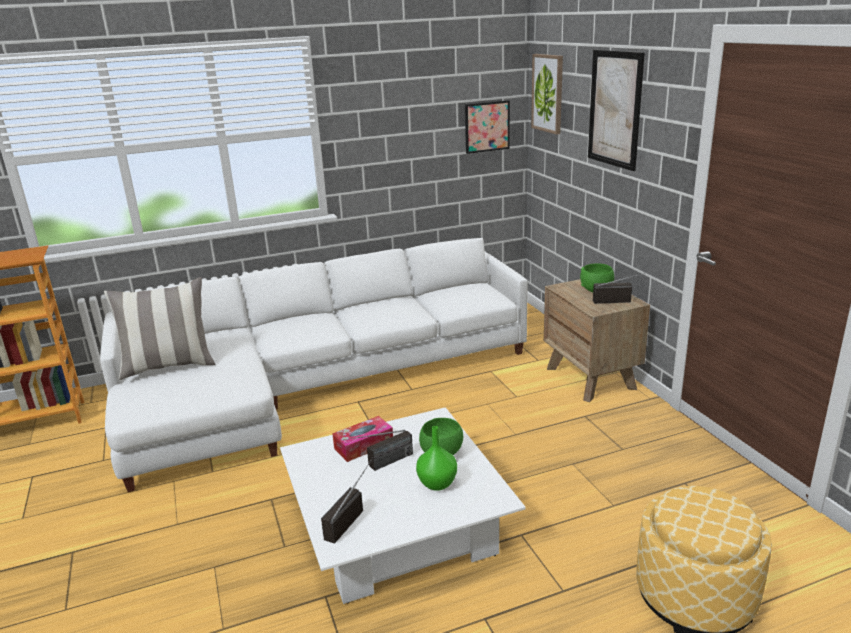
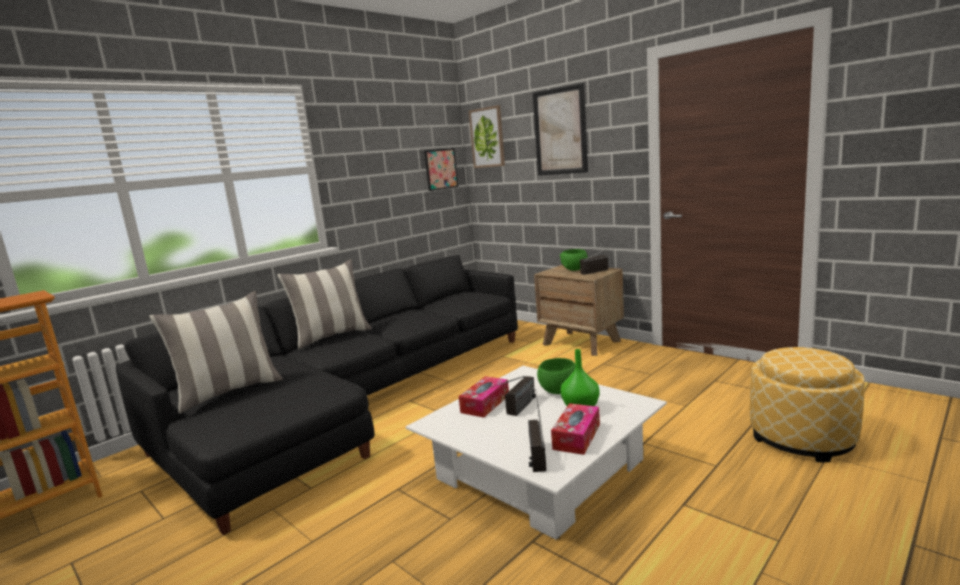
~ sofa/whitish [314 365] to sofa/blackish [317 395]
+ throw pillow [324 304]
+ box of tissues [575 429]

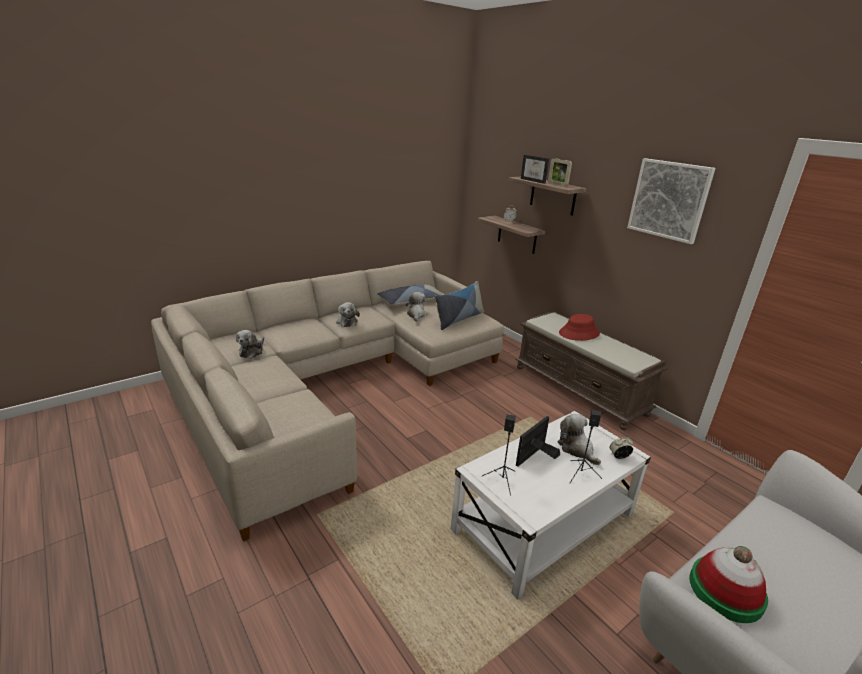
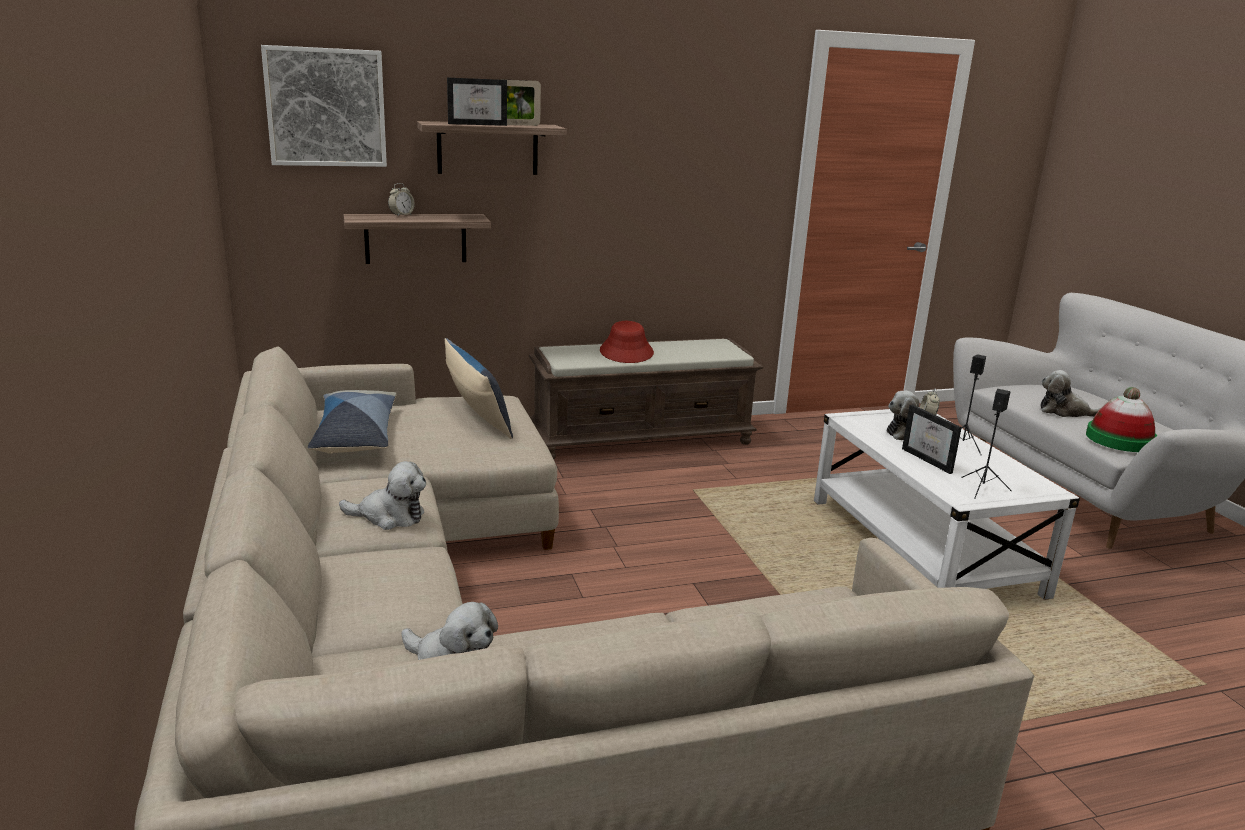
~ wall picture [671 201] to [324 106]
~ cuddly toy [416 307] to [1070 393]

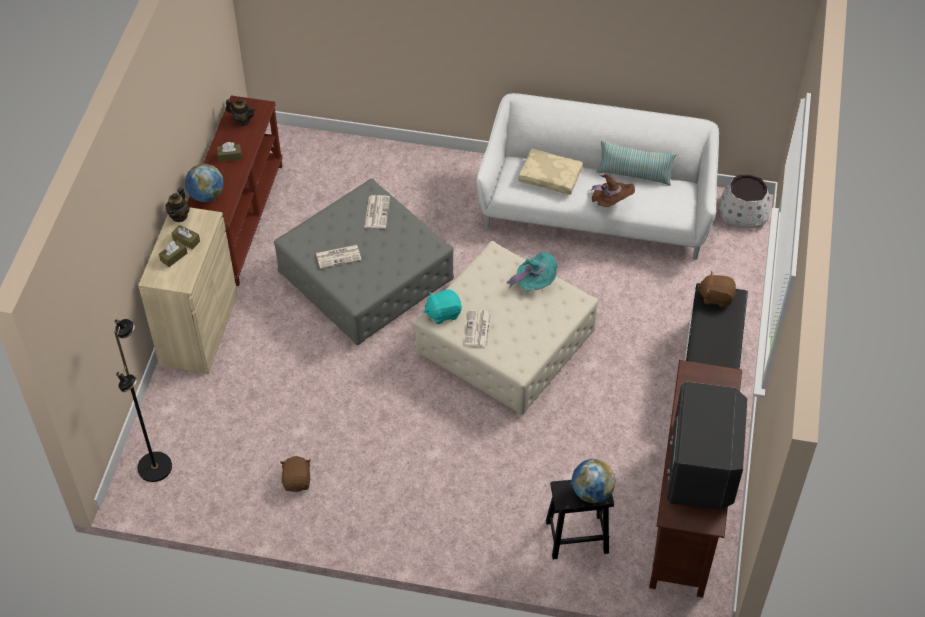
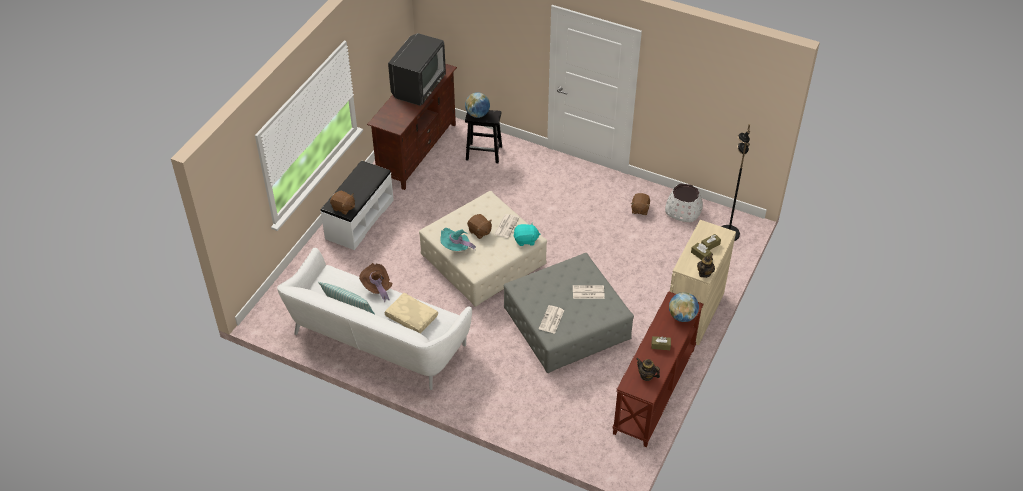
~ plant pot/whitish [745 201] to [684 203]
+ cuddly toy/brown [479 226]

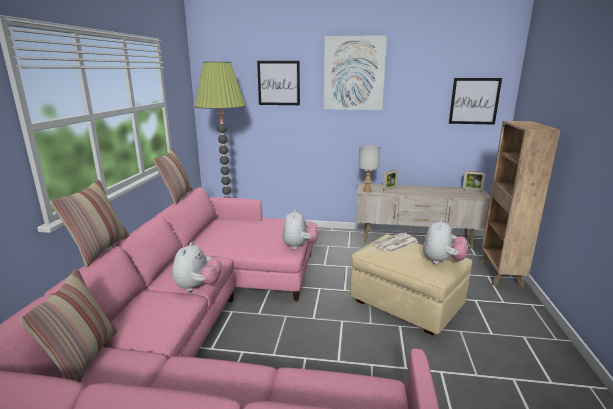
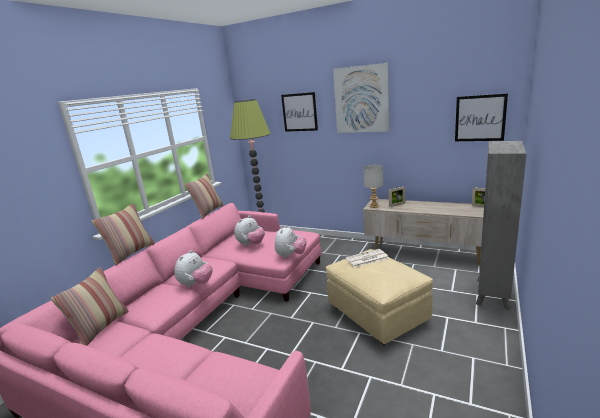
~ bookshelf/brown [519 204] to bookshelf/gray [501 225]
~ cuddly toy [445 241] to [249 230]

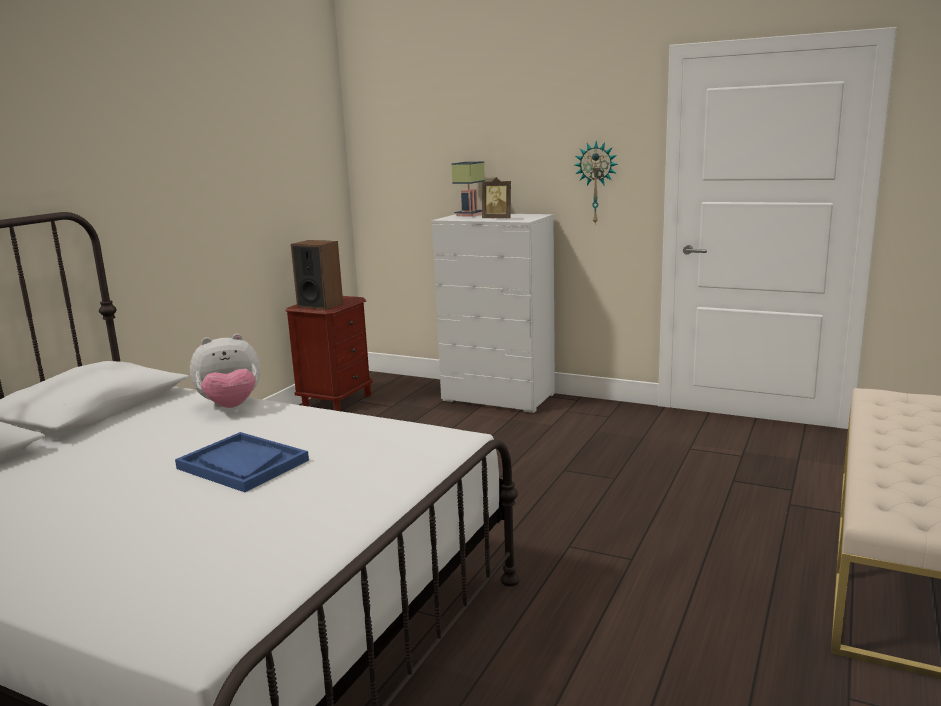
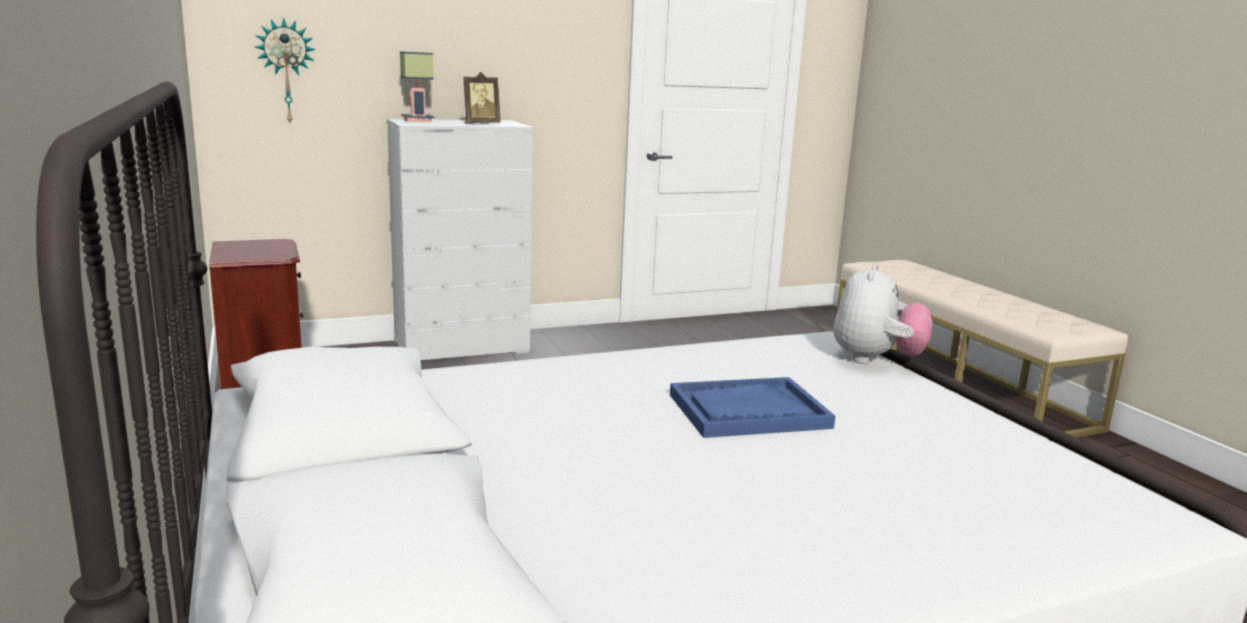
~ clock on the wall [596 183] to [285 71]
- speaker [317 275]
~ cuddly toy [225 371] to [883 313]

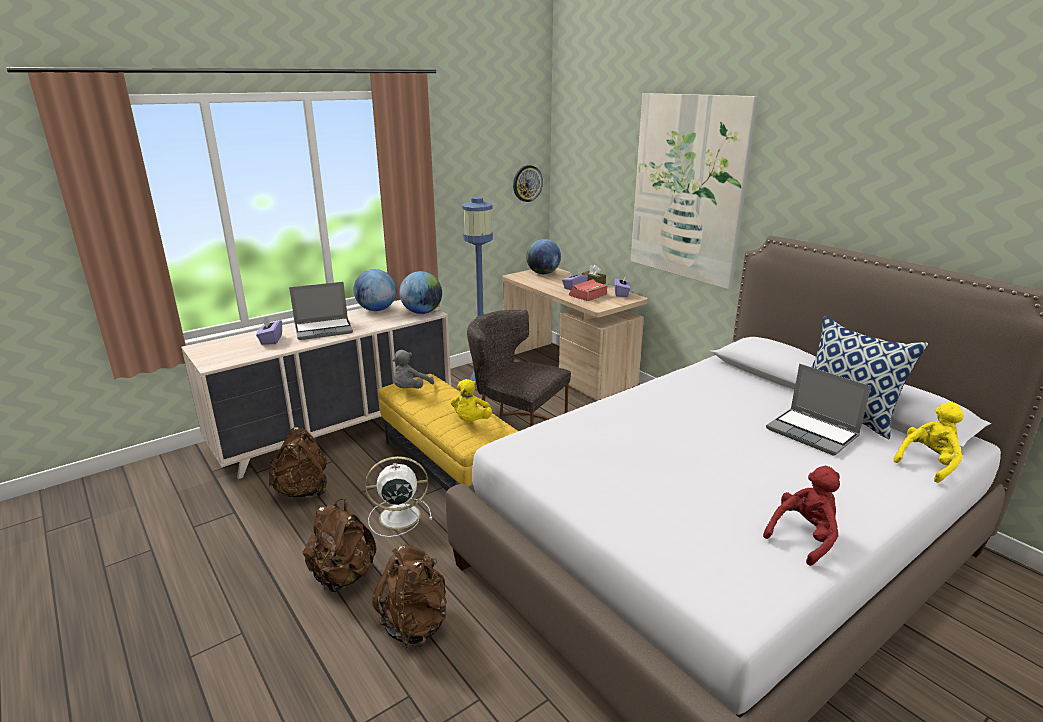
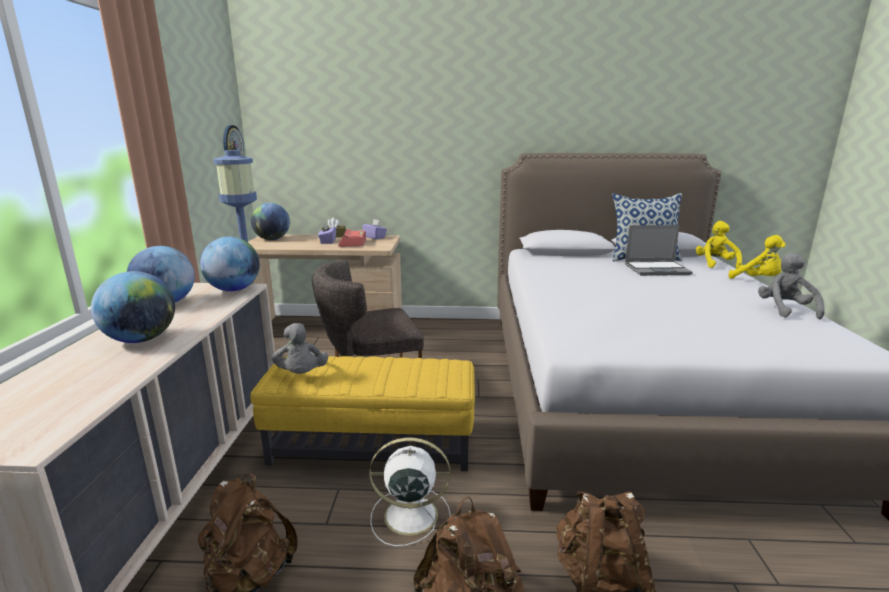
- wall picture [694 191]
~ portable computer [321 311] to desk globe [133 307]
- box of tissues/purple [269 330]
~ cuddly toy/yellow [471 400] to [757 257]
~ electric fan/whitish [398 496] = [410 492] 60 degrees clockwise
~ cuddly toy/red [801 516] to cuddly toy/gray [791 286]

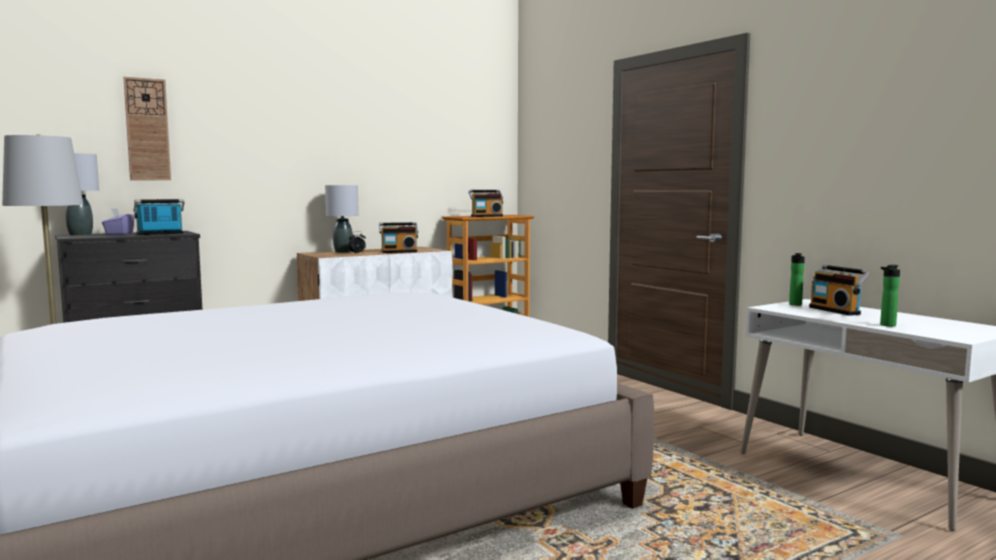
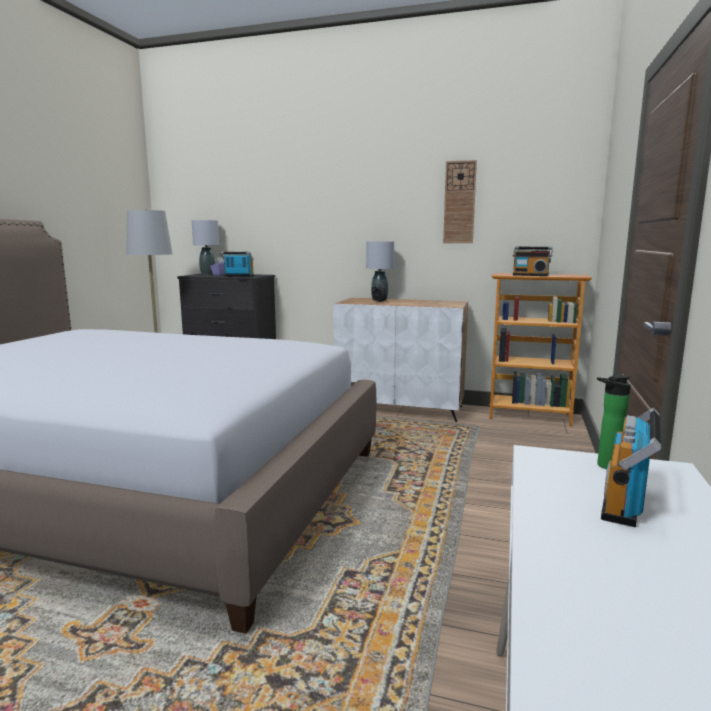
~ clock on the wall [147 128] to [460 201]
- radio set [399 237]
- bottle [890 296]

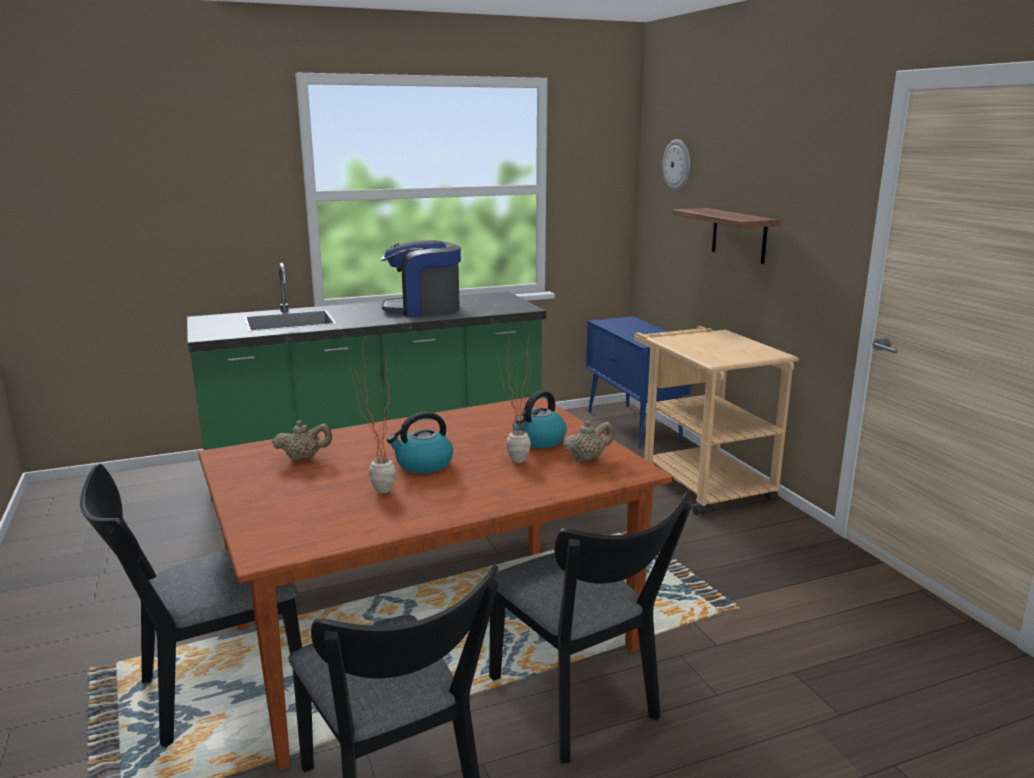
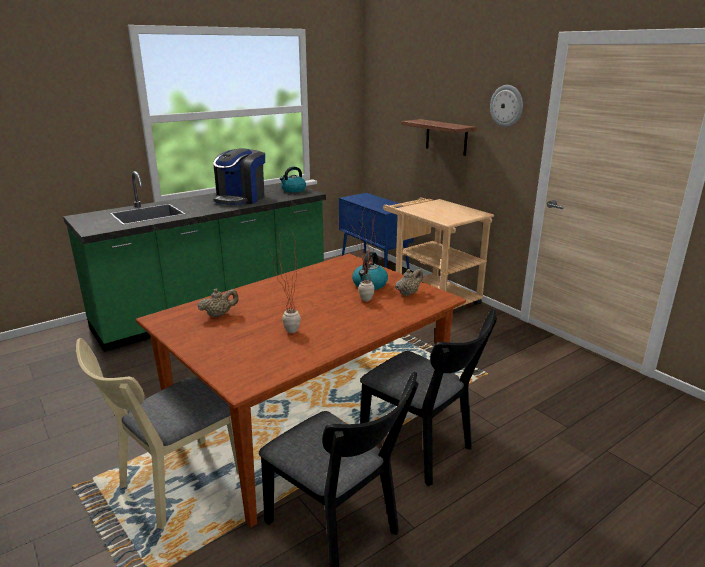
~ clock on the wall [676 164] to [506 106]
~ coffee brewer [421 278] = [239 176] 45 degrees counterclockwise
~ water kettle [420 442] to [293 180]
~ upright chair/blackish [191 606] to upright chair/beige-coloured [157 433]

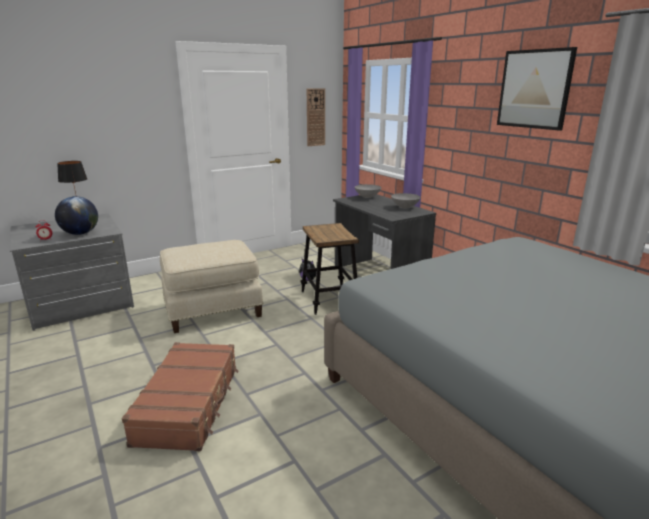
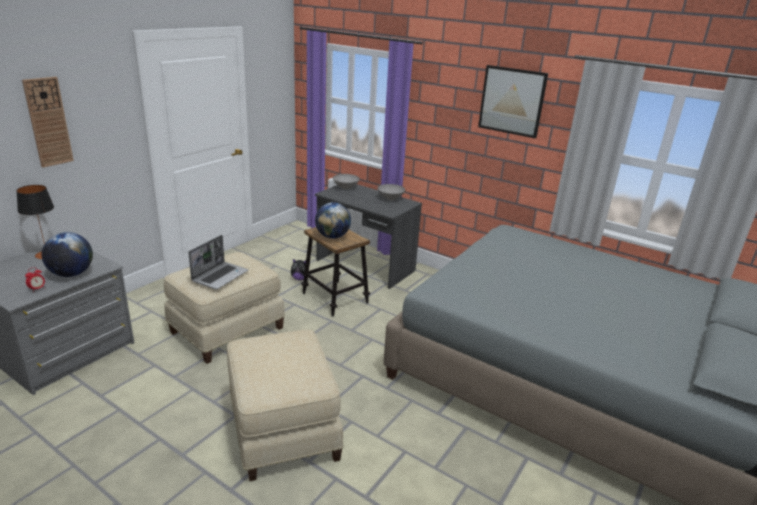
~ clock on the wall [316 117] to [48 122]
~ piece of luggage/brown [180 396] to ottoman/beige-coloured [285 405]
+ desk globe [333 220]
+ portable computer [218 262]

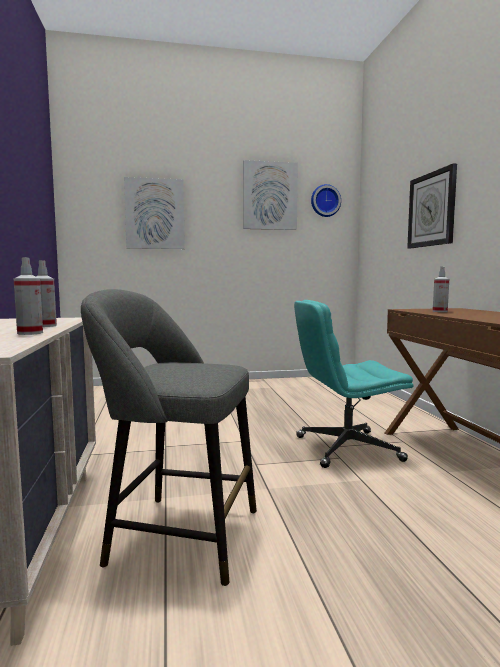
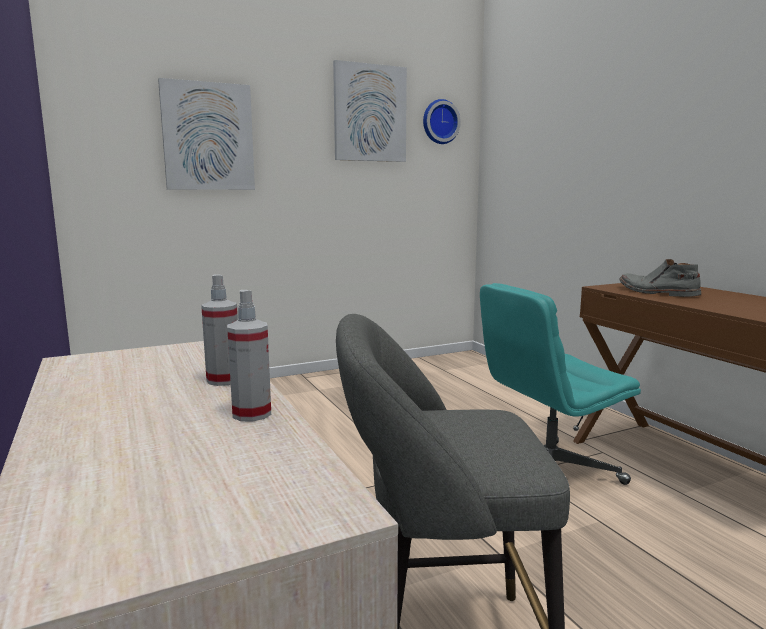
- clock on the wall [432 206]
~ spray bottle [441 289] to high-top boot/gray [660 278]

